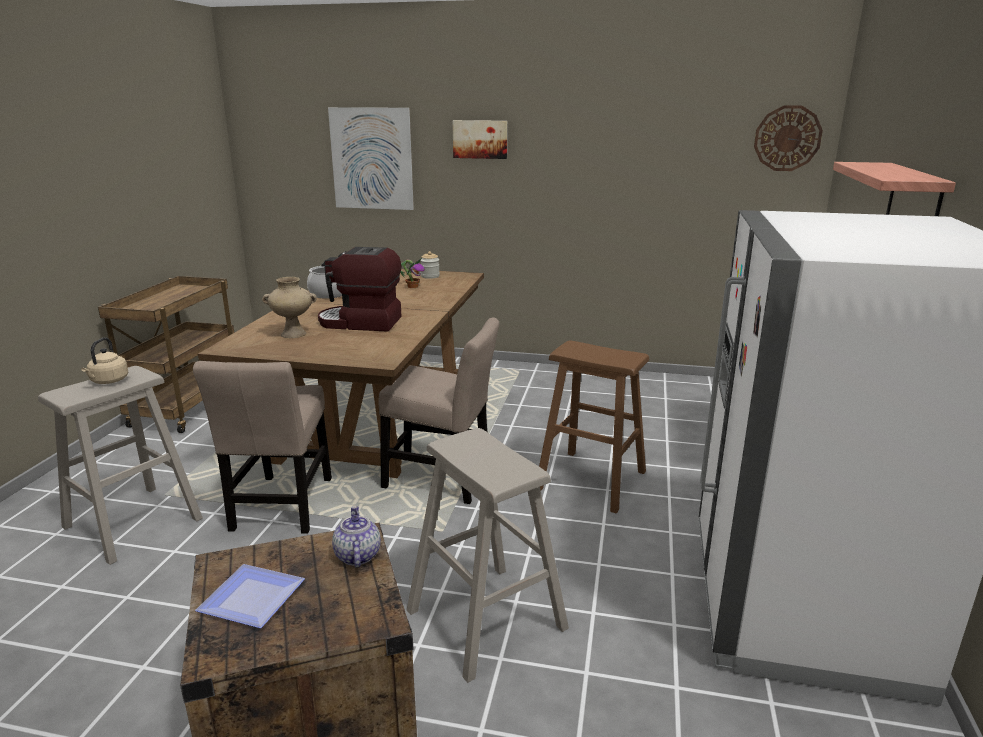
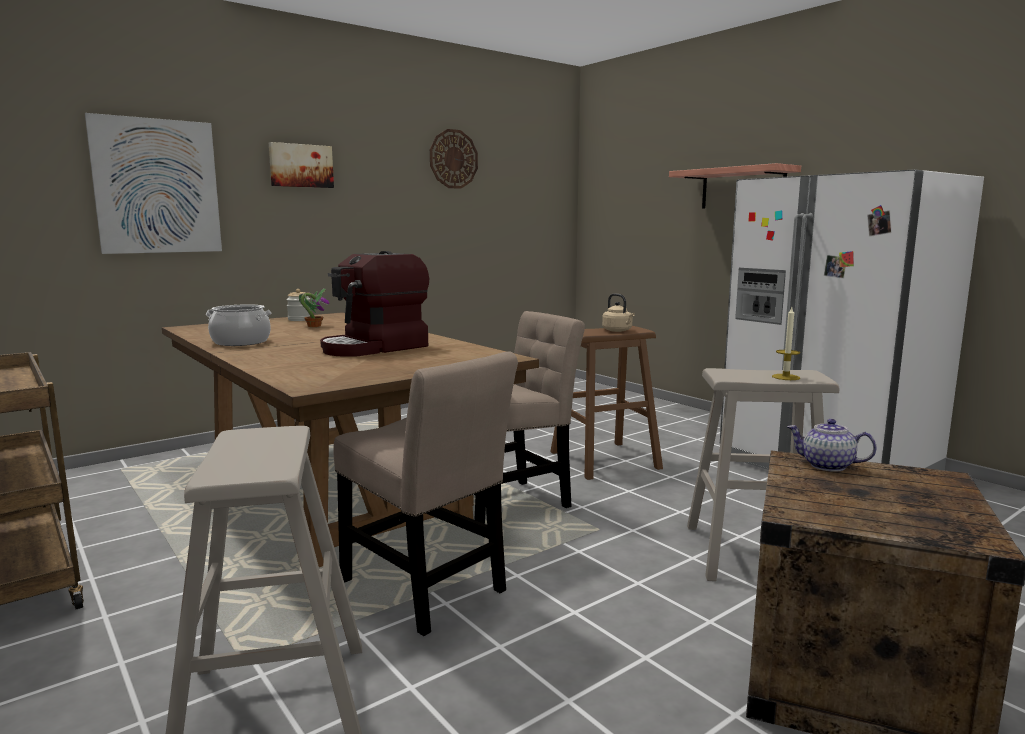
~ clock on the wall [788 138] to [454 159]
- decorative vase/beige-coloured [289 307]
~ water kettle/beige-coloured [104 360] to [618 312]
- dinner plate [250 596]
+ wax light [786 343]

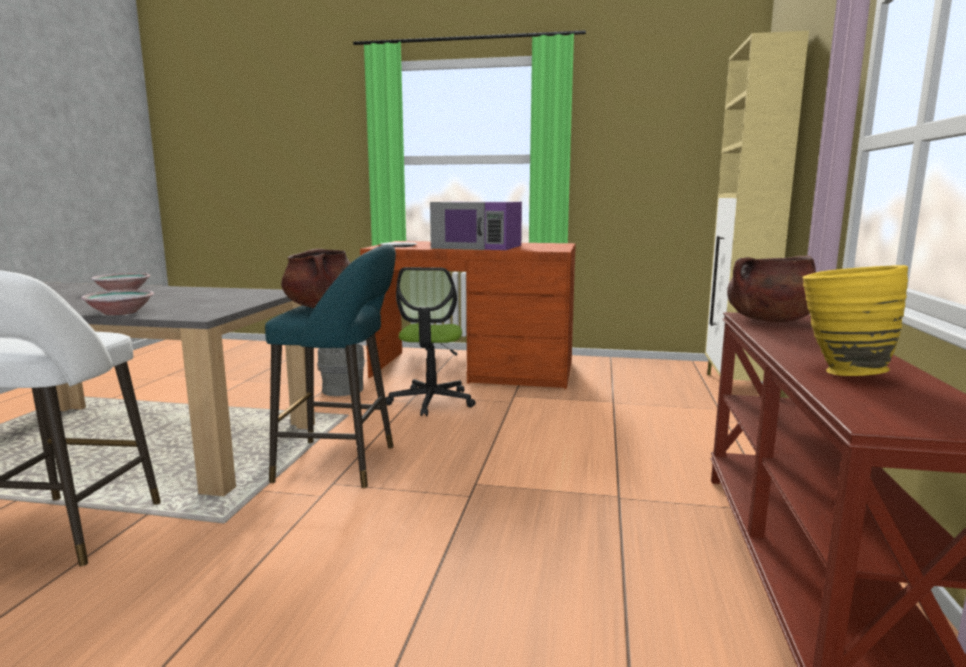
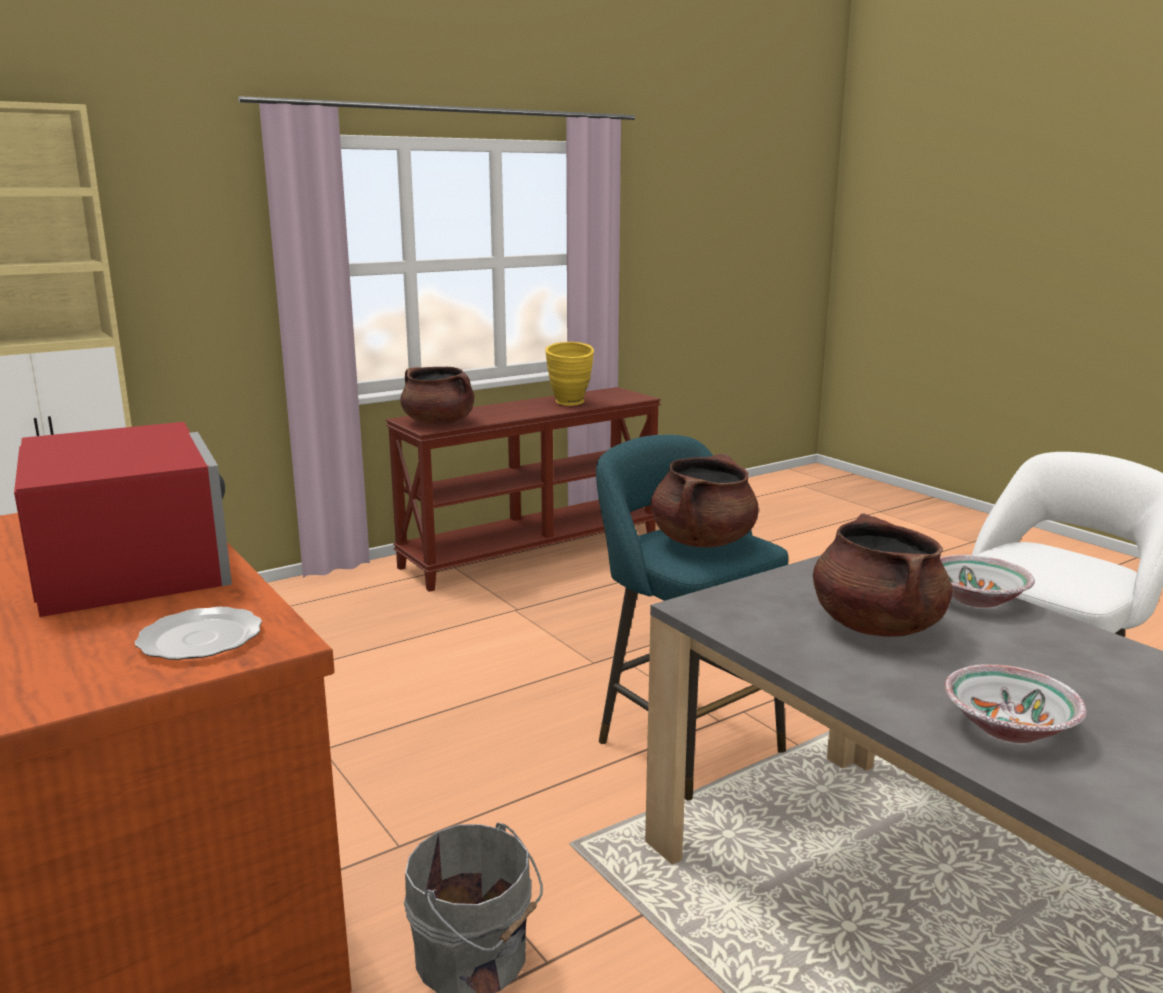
~ microwave oven/purple [476 226] to microwave oven/red [123 519]
- computer chair [430 341]
+ saucepot/brown [882 575]

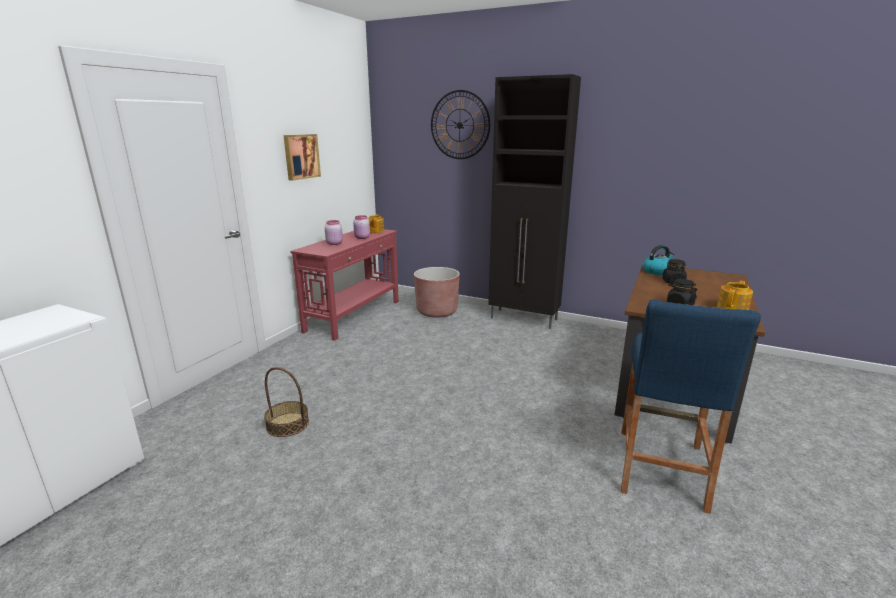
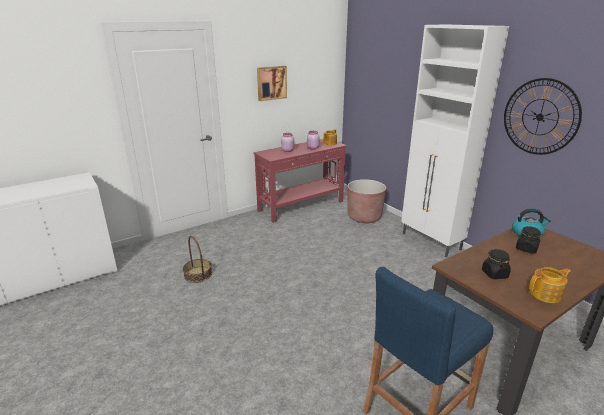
~ storage cabinet/blackish [534 201] to storage cabinet/whitish [455 140]
~ clock on the wall [460 124] to [543 116]

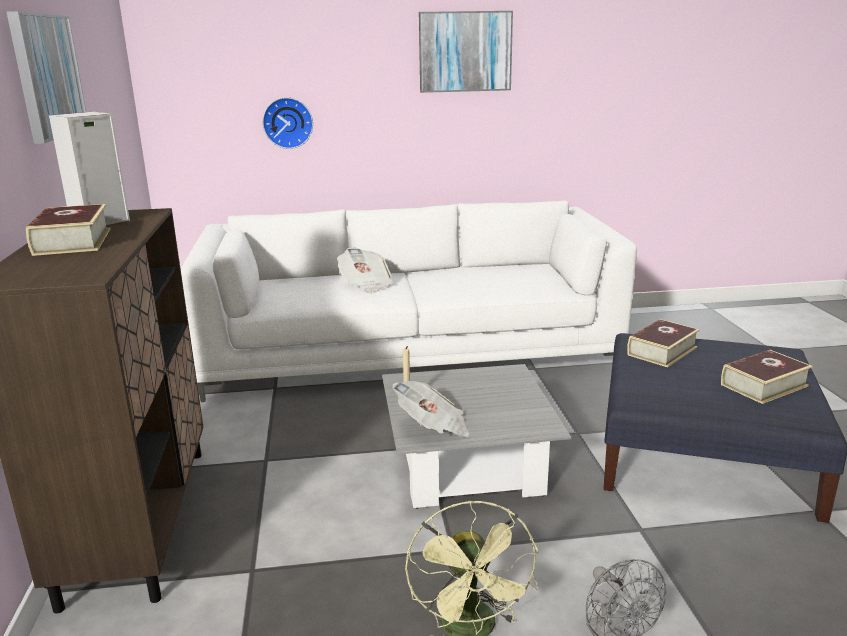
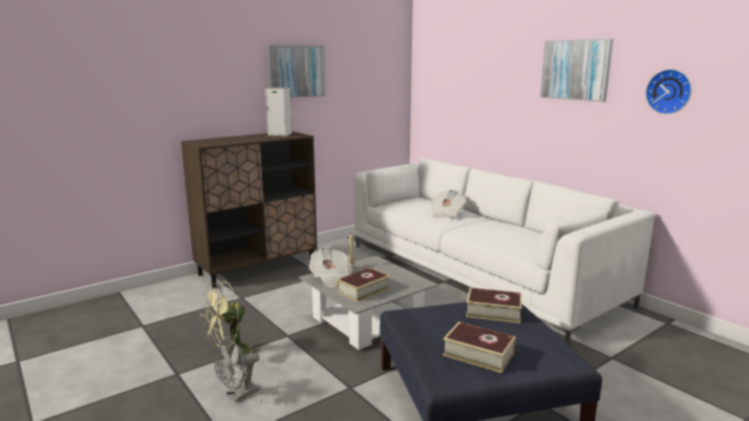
~ clock on the wall [287 123] to [669 91]
~ book [68 230] to [363 284]

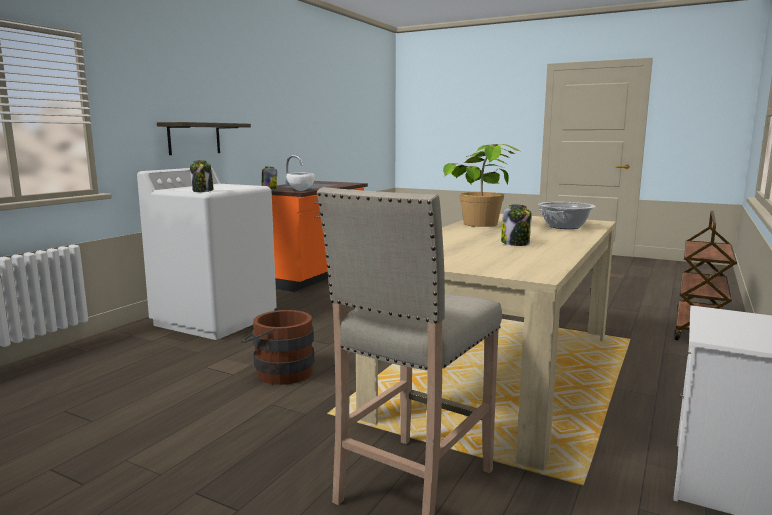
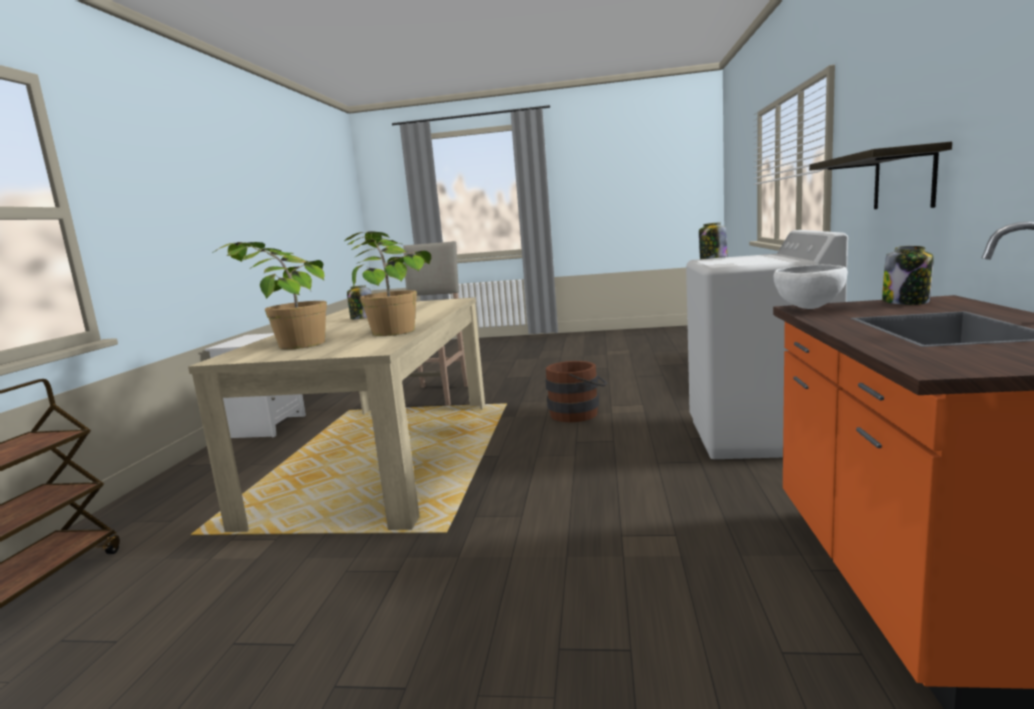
~ saucepot [566 215] to potted plant [269 295]

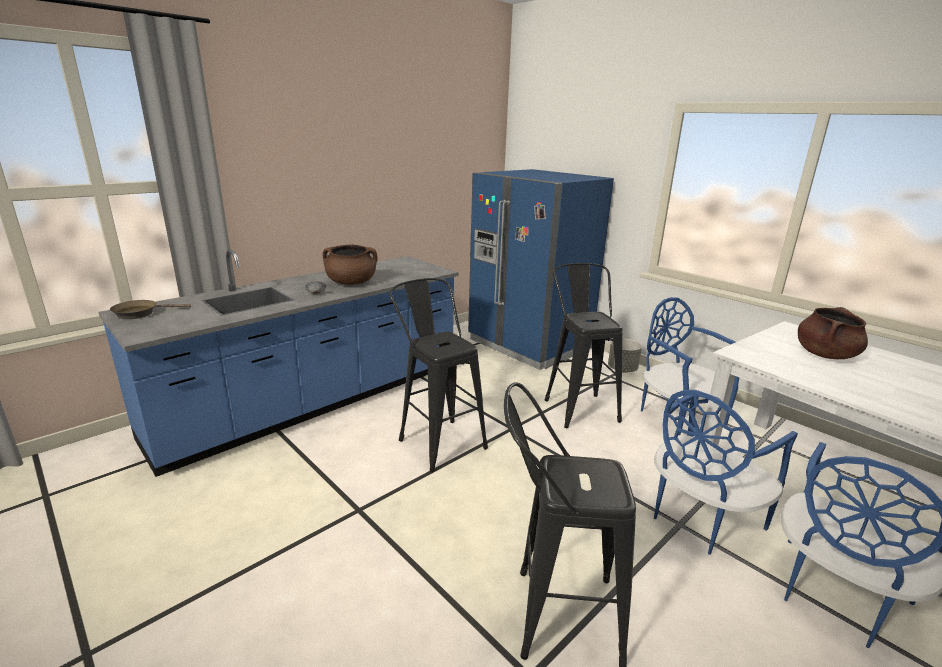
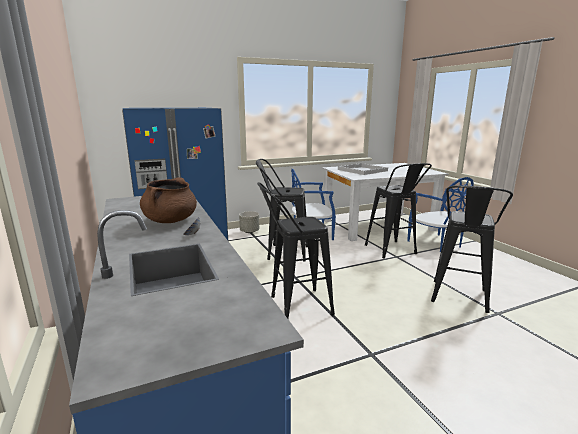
- frying pan/brown [150 309]
~ saucepot/brown [833 333] to carrying tray/whitish [363 169]
~ upright chair/blue-coloured [726 472] to sitting stool/blackish [398 211]

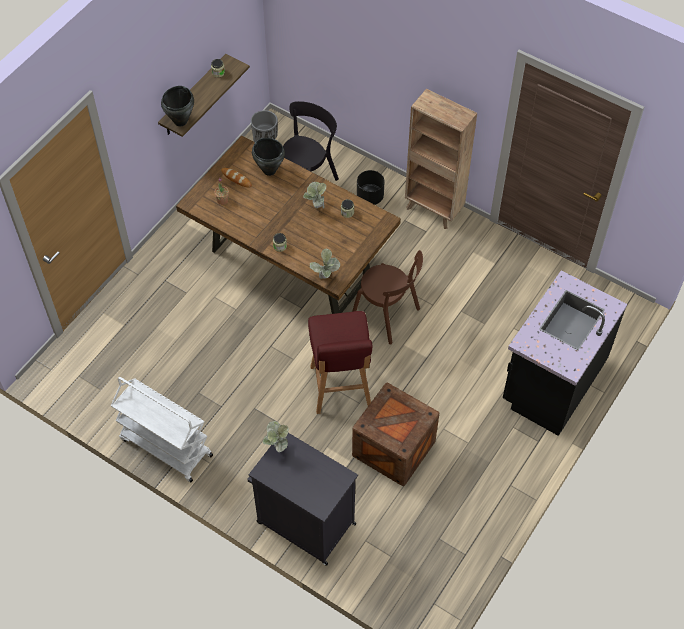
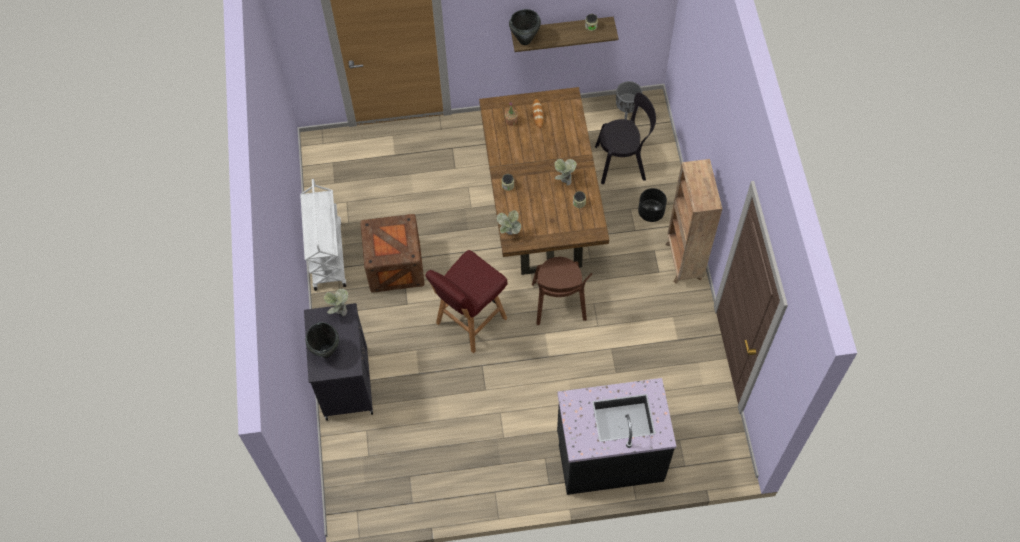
~ saucepot/blackish [268 157] to [322 340]
~ packing crate [395 434] to [392 253]

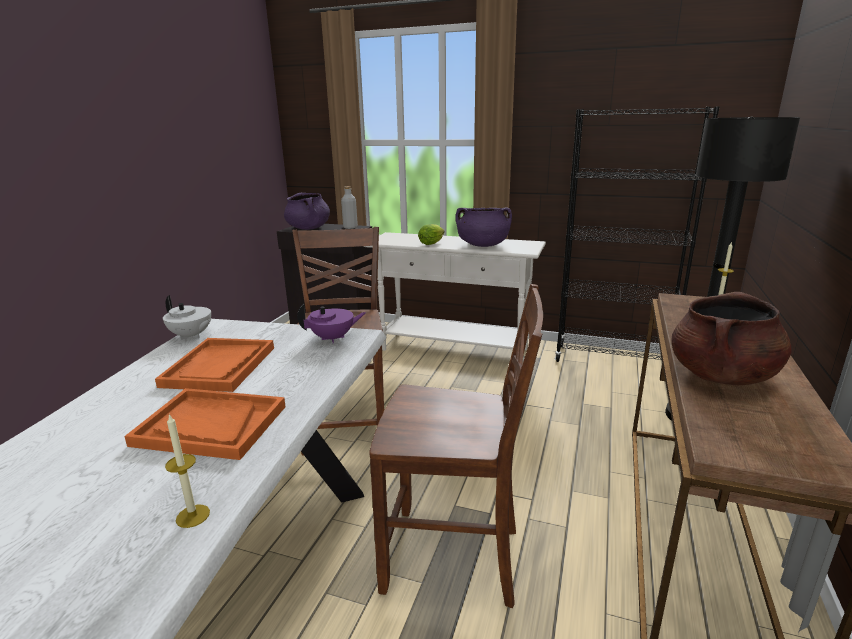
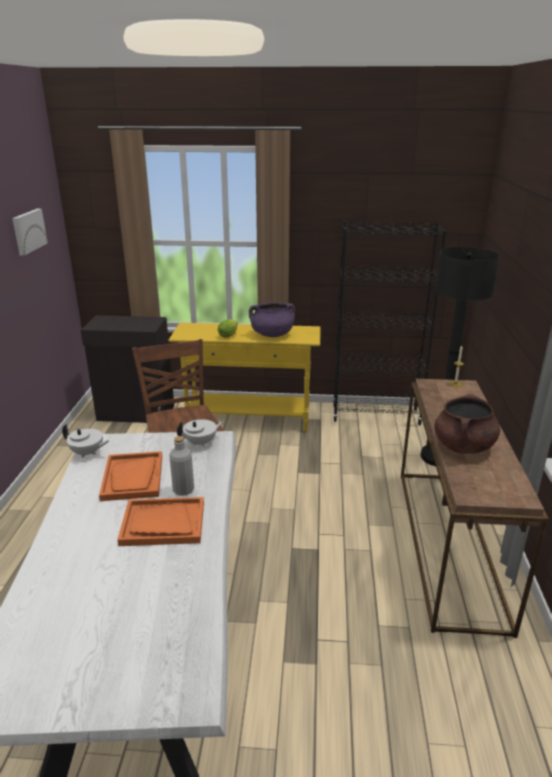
~ bottle/gray [349 207] to [181 466]
- saucepot/purple [307 211]
~ narrow table/whitish [455 291] to narrow table/yellow [244 377]
- upright chair/brown [456 446]
~ tea pot/purple [331 323] to tea pot/whitish [200 433]
- wax light [187 471]
+ wall picture [30 232]

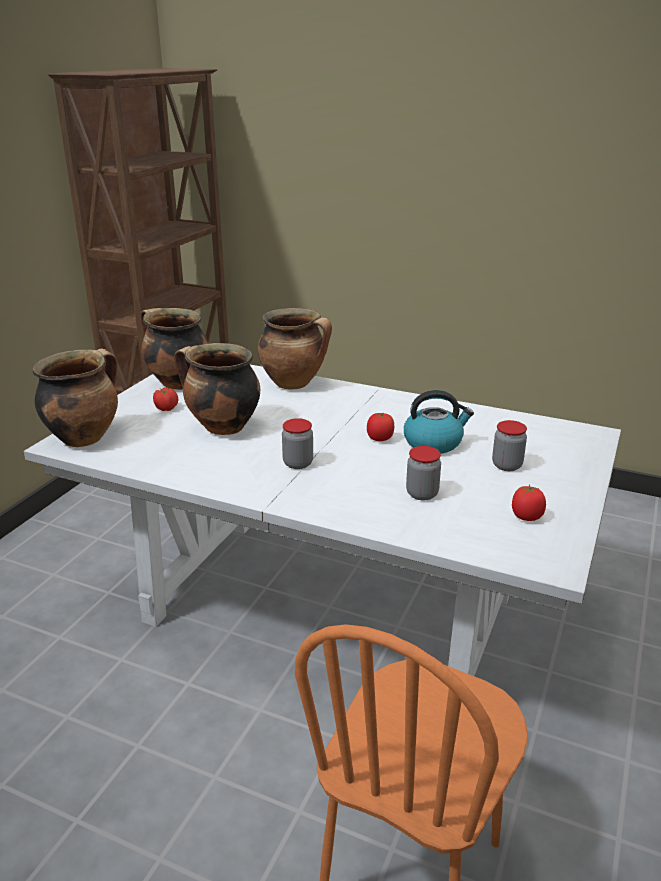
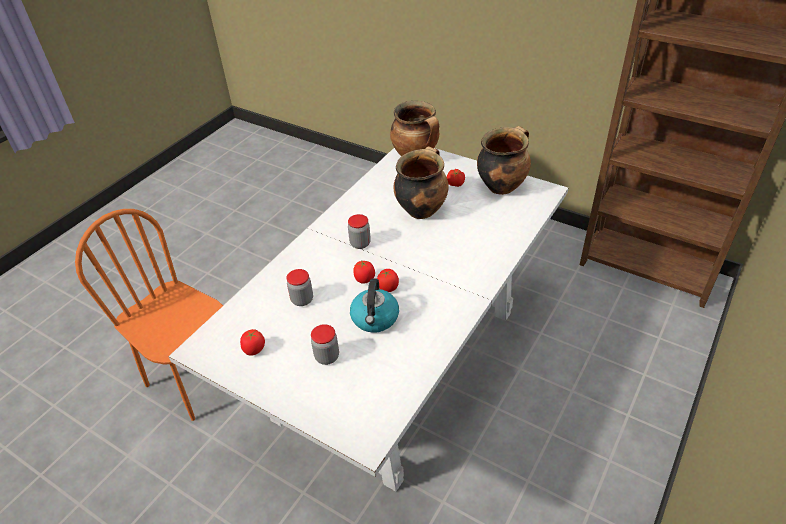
- saucepot [295 348]
+ tomato [364 272]

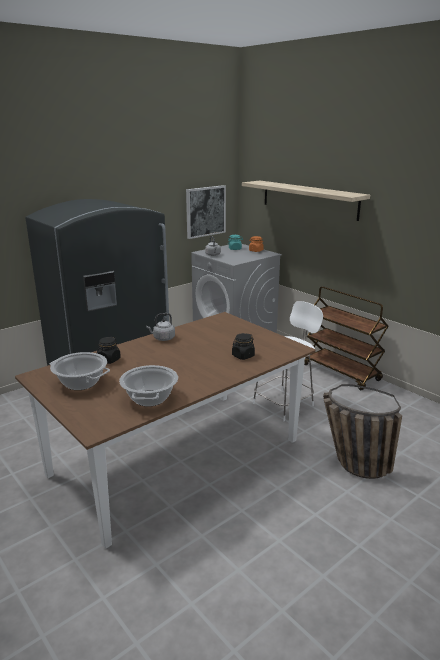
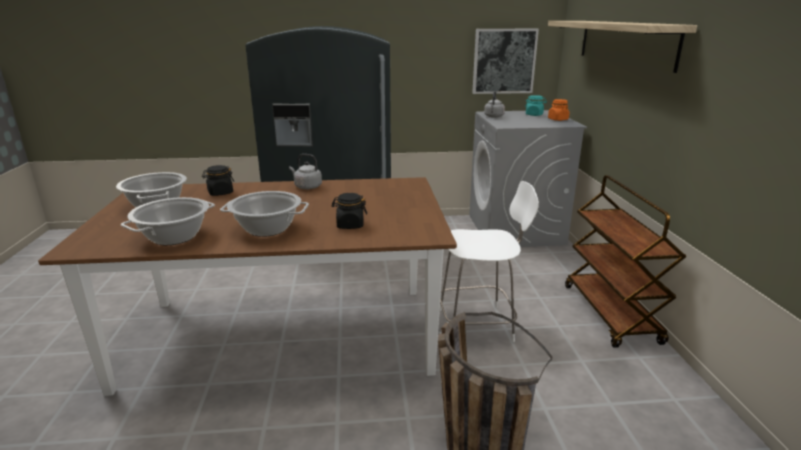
+ saucepot [264 214]

